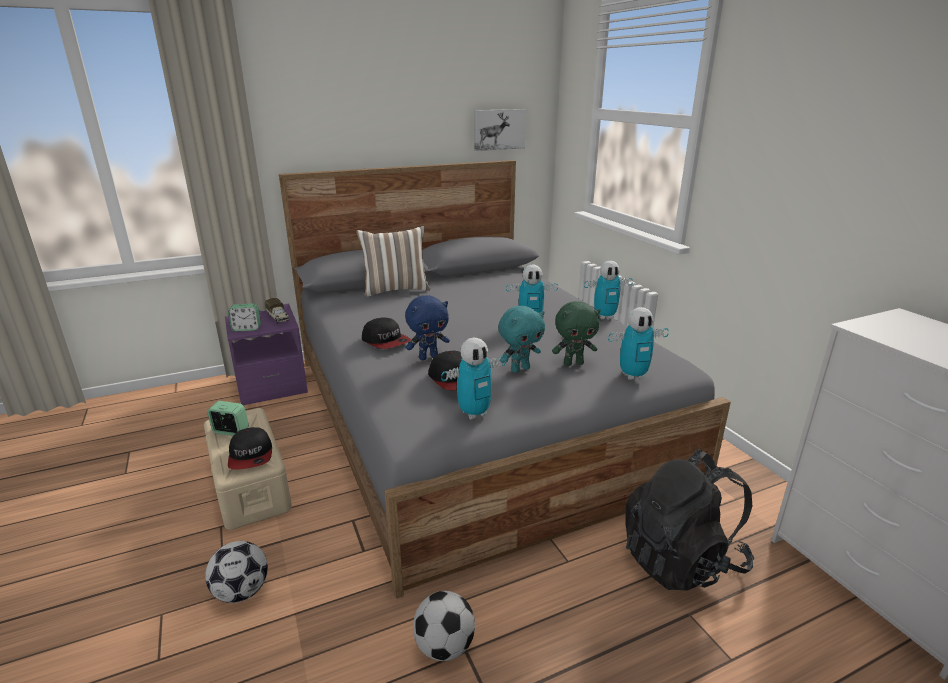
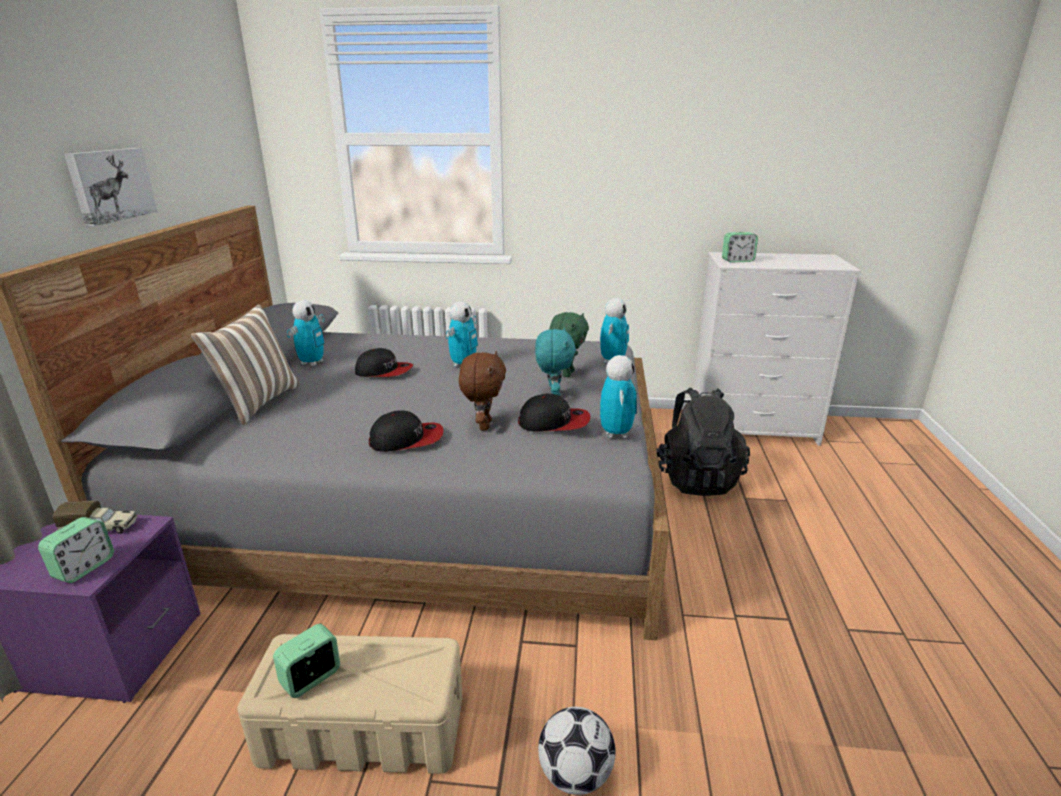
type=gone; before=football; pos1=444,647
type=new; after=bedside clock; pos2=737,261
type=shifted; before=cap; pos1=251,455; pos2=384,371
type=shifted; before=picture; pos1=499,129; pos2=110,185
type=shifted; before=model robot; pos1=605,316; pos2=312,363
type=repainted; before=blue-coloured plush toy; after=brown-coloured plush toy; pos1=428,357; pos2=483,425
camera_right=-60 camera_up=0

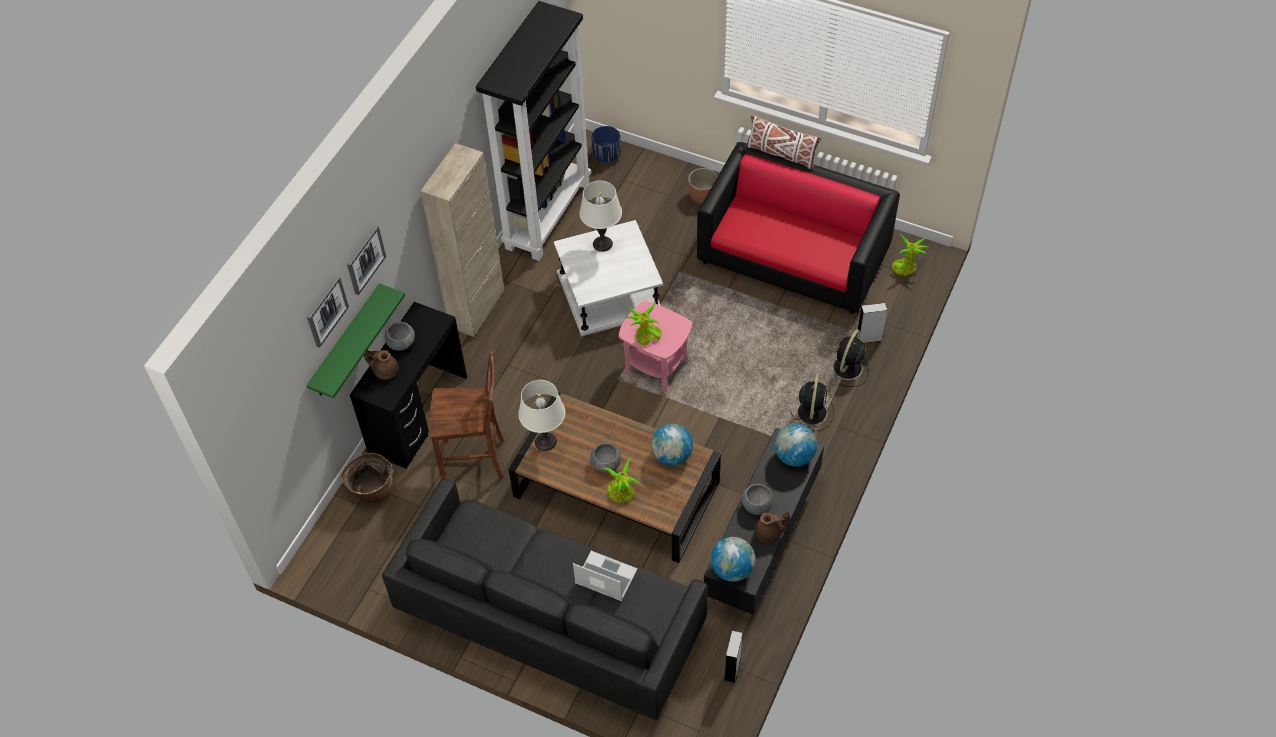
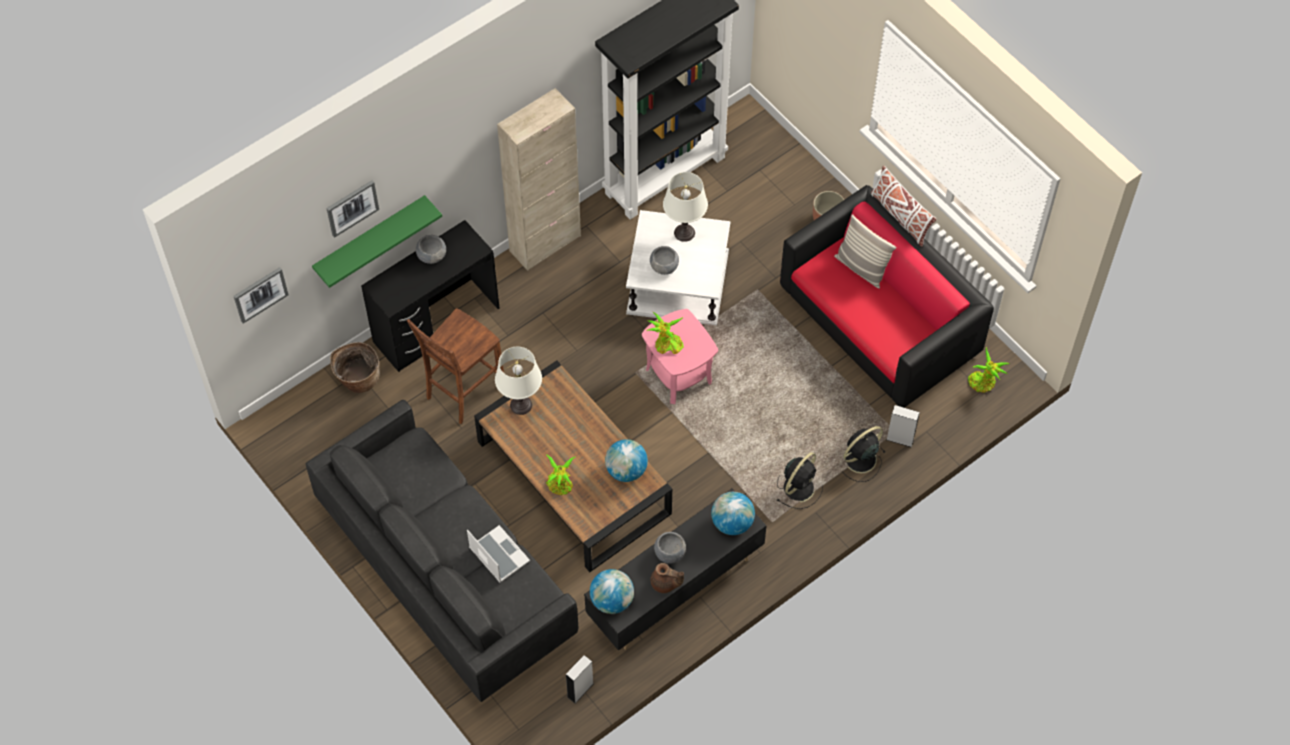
type=gone; before=brown-coloured tea pot; pos1=385,370
type=gone; before=blue-coloured plant pot; pos1=607,155
type=new; after=pillow; pos2=861,268
type=shifted; before=picture; pos1=365,259; pos2=260,294
type=shifted; before=grey serving bowl; pos1=606,463; pos2=664,266
type=rotated; before=brown-coloured plain chair; pos1=475,460; pos2=463,391; turn=105
camera_right=25 camera_up=5

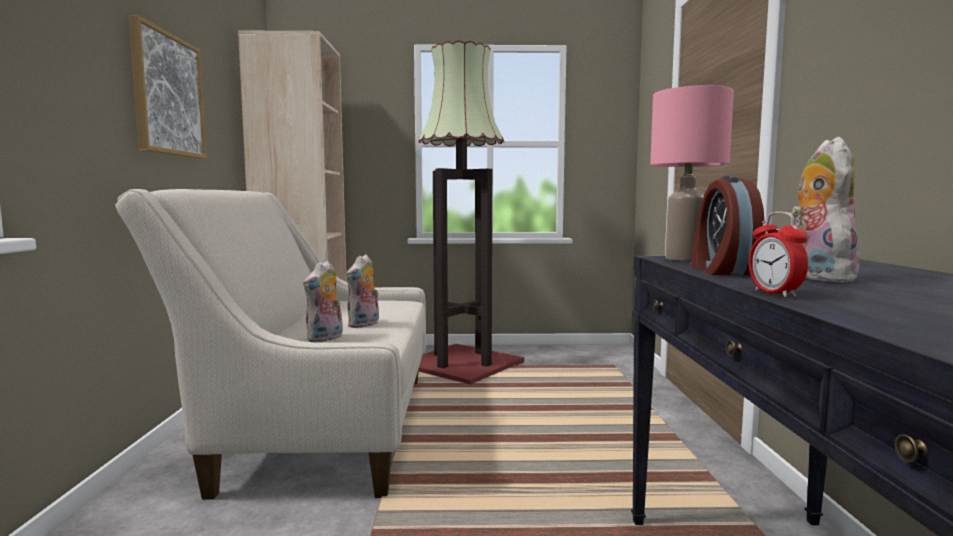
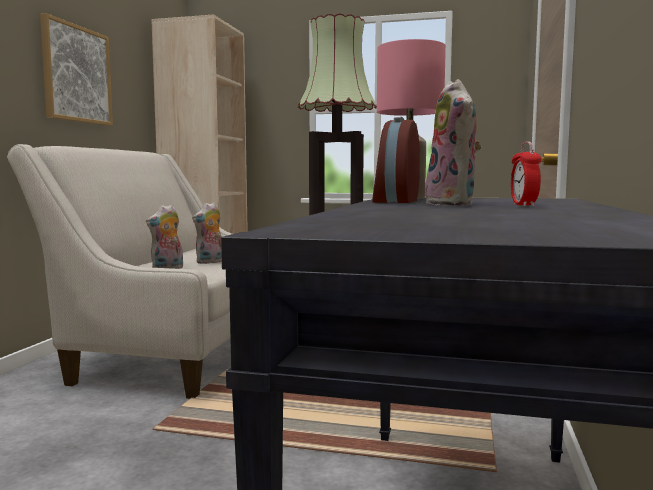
type=shifted; before=bedside clock; pos1=775,293; pos2=524,205
type=rotated; before=plush toy; pos1=816,277; pos2=454,204; turn=150
camera_right=15 camera_up=0

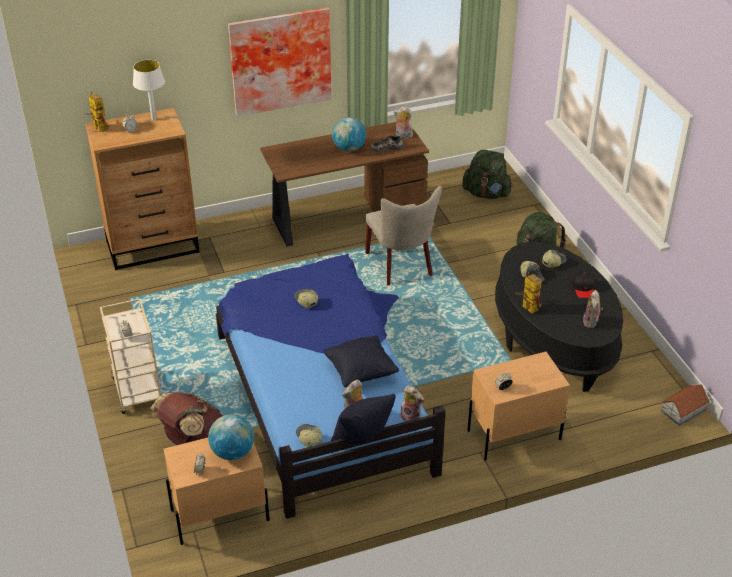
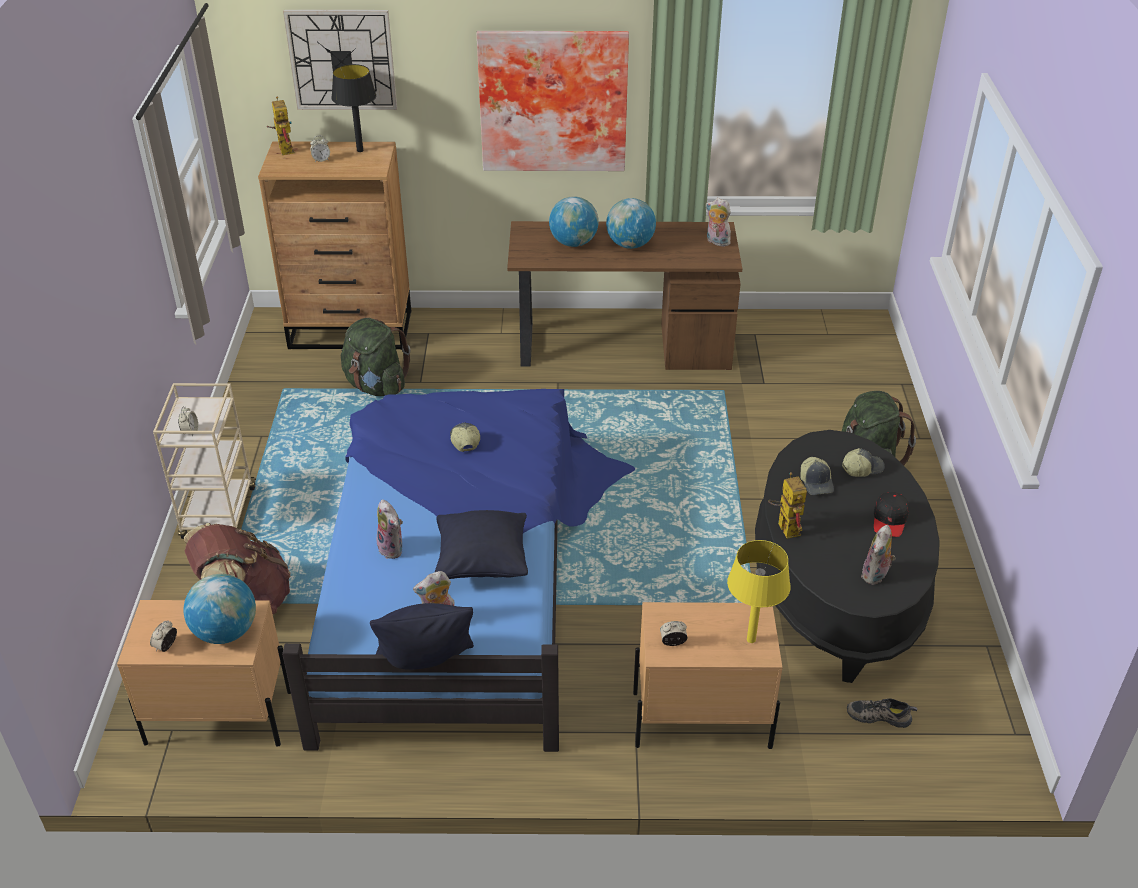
type=gone; before=cap; pos1=308,438
type=gone; before=sand-coloured plain chair; pos1=401,267
type=gone; before=toy house; pos1=682,410
type=new; after=clock on the wall; pos2=342,60
type=new; after=world globe; pos2=573,243
type=new; after=yellowish table lamp; pos2=751,640
type=shifted; before=item of footwear; pos1=387,147; pos2=879,715
type=shifted; before=plush toy; pos1=412,417; pos2=393,548
type=shifted; before=green rucksack; pos1=486,194; pos2=376,386
type=repainted; before=white table lamp; after=black-coloured table lamp; pos1=154,118; pos2=360,150
camera_right=20 camera_up=0

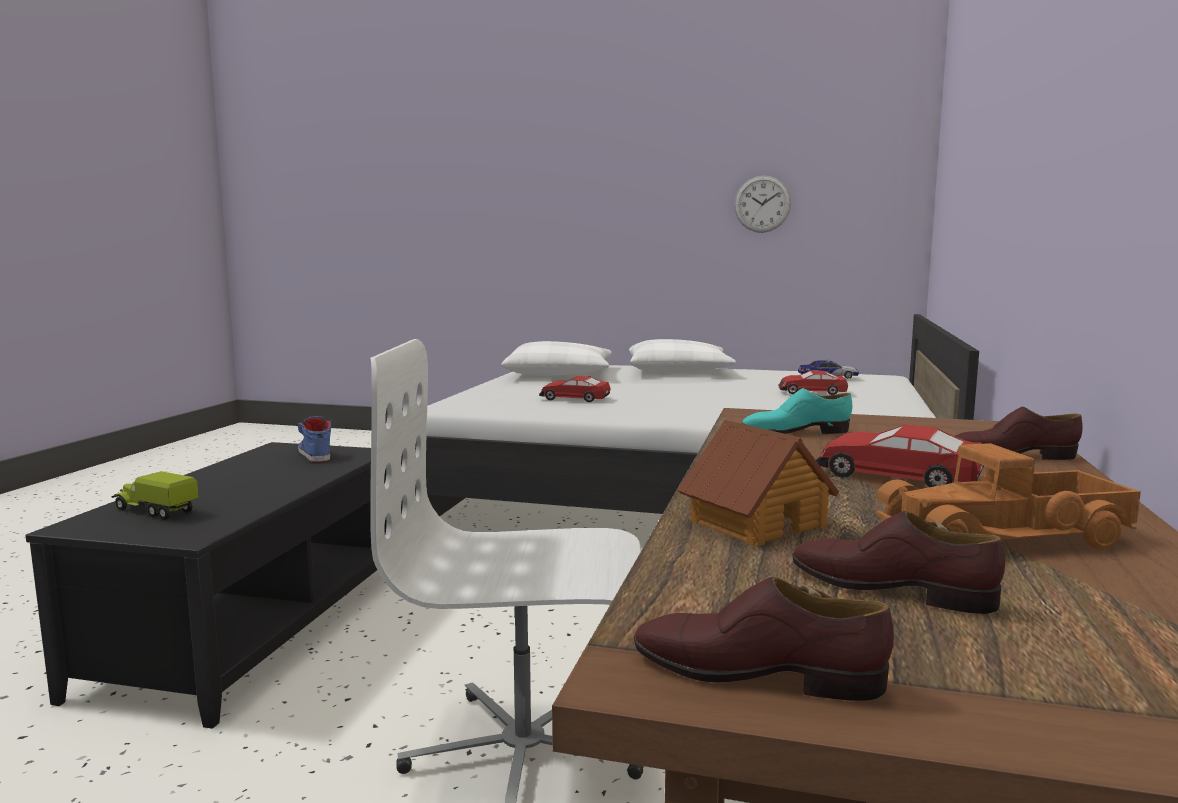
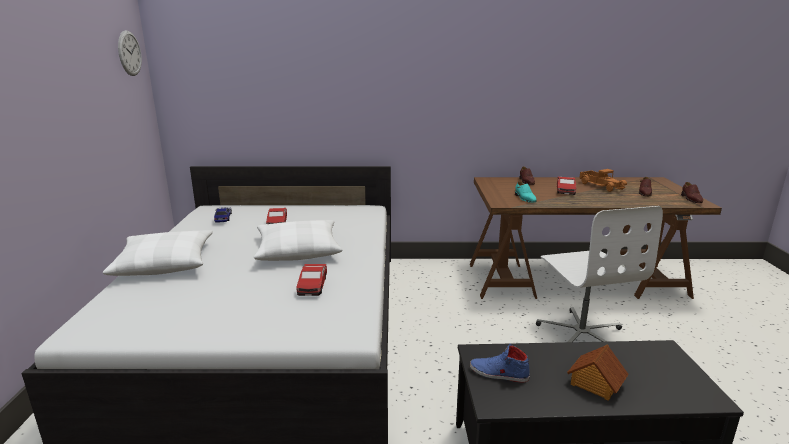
type=gone; before=toy lorry; pos1=155,511
type=shifted; before=white pillow; pos1=559,374; pos2=298,249
type=shifted; before=toy house; pos1=756,522; pos2=595,384
type=shifted; before=clock on the wall; pos1=762,204; pos2=129,53
type=rotated; before=blue-coloured item of footwear; pos1=314,454; pos2=498,373; turn=60
camera_right=-105 camera_up=10

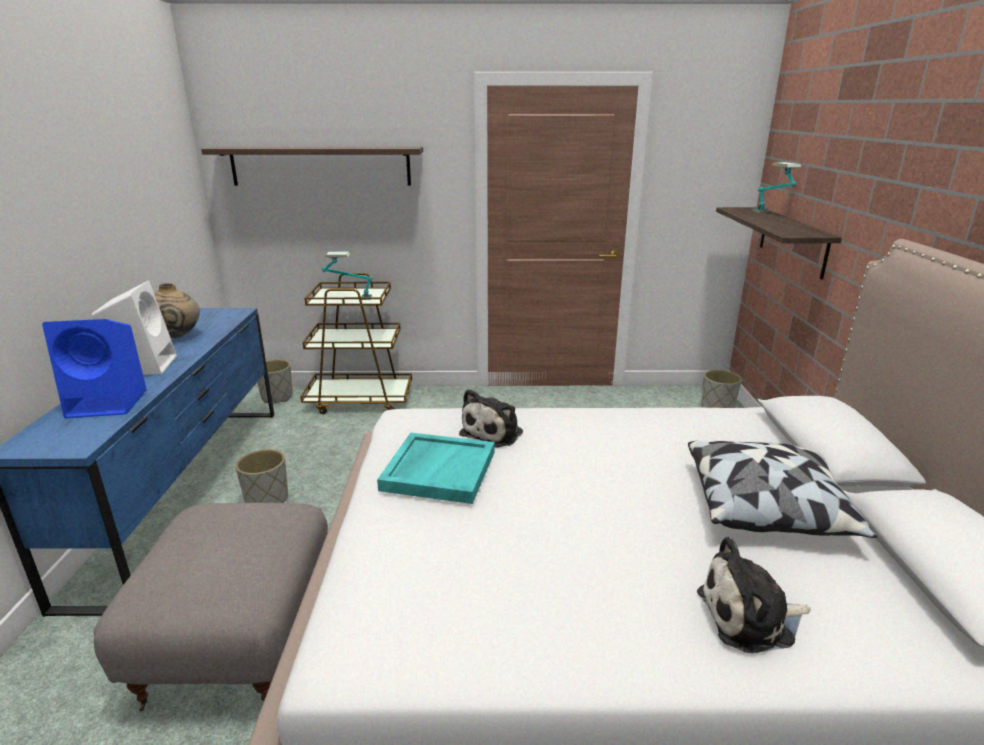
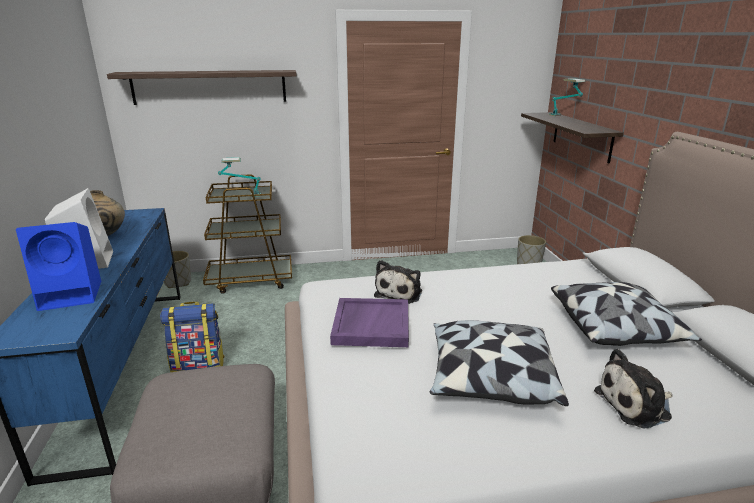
type=new; after=pillow; pos2=489,378
type=swapped; before=grey plant pot; after=rucksack; pos1=267,500; pos2=199,367
type=repainted; before=turquoise tray; after=purple tray; pos1=438,470; pos2=370,325
camera_right=-10 camera_up=0

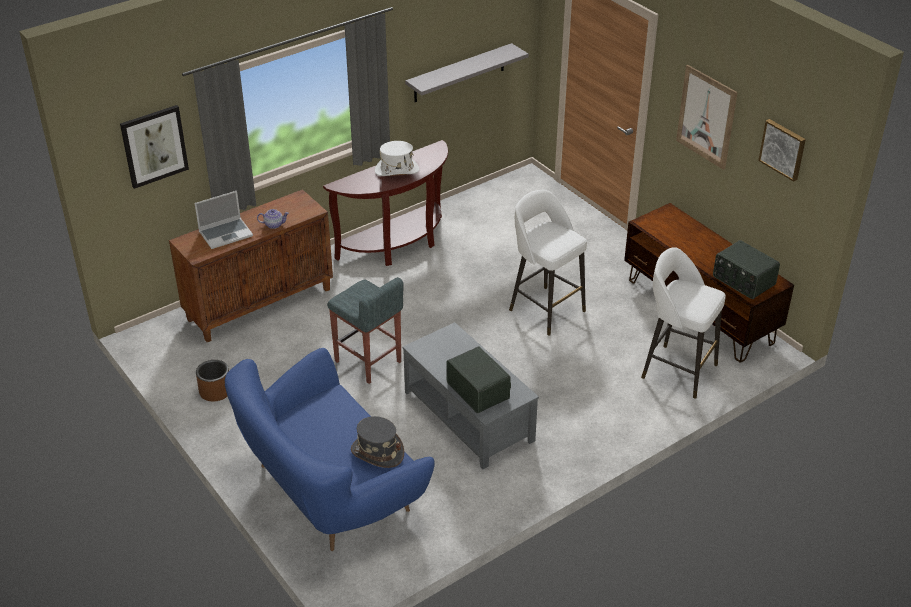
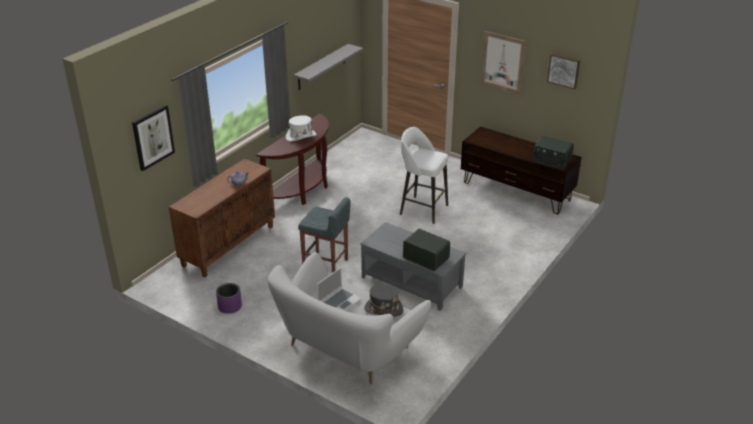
type=gone; before=white stool; pos1=677,370
type=shifted; before=laptop; pos1=226,233; pos2=339,303
type=repainted; before=brown-coloured plant pot; after=purple plant pot; pos1=215,391; pos2=229,306
type=repainted; before=blue-coloured settee; after=white settee; pos1=329,489; pos2=346,347
camera_right=-20 camera_up=-5

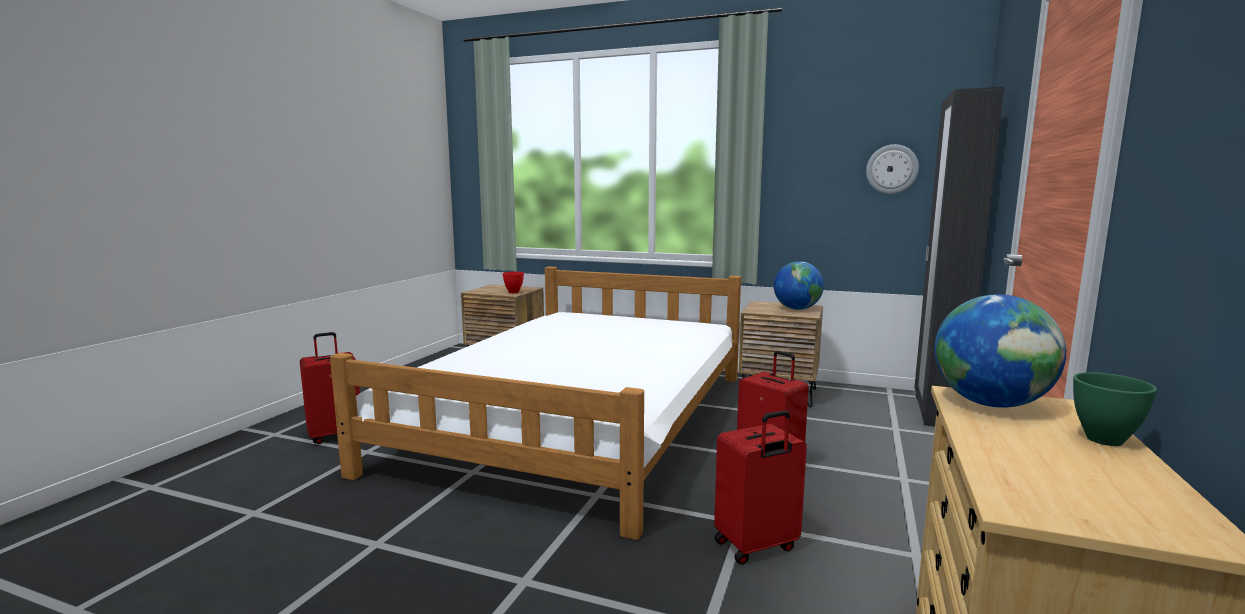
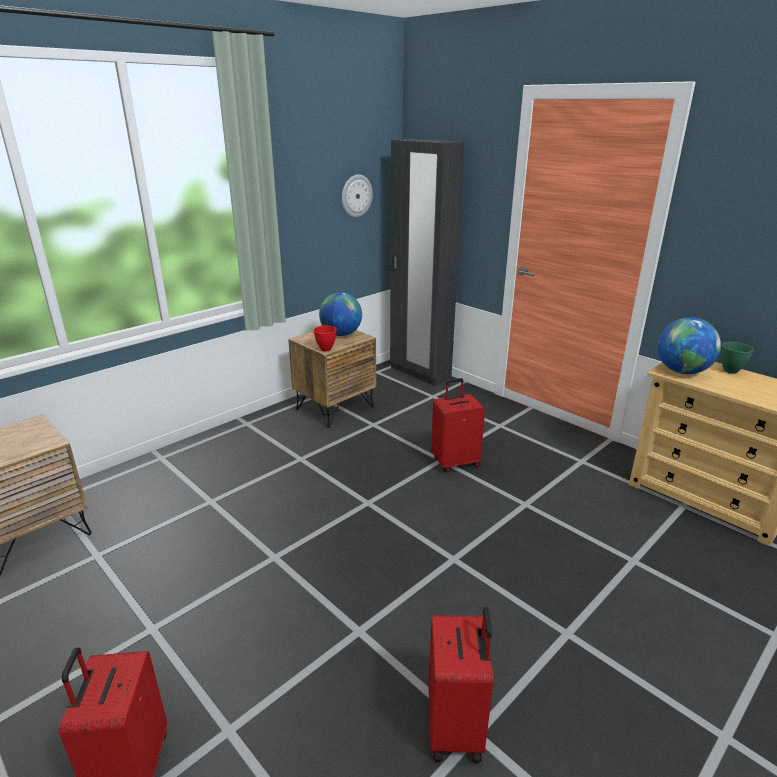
type=gone; before=white sleeping bed; pos1=579,419
type=shifted; before=red-coloured serving bowl; pos1=513,292; pos2=326,349
type=shifted; before=red-coloured travel case; pos1=756,546; pos2=456,728
camera_right=-65 camera_up=15

